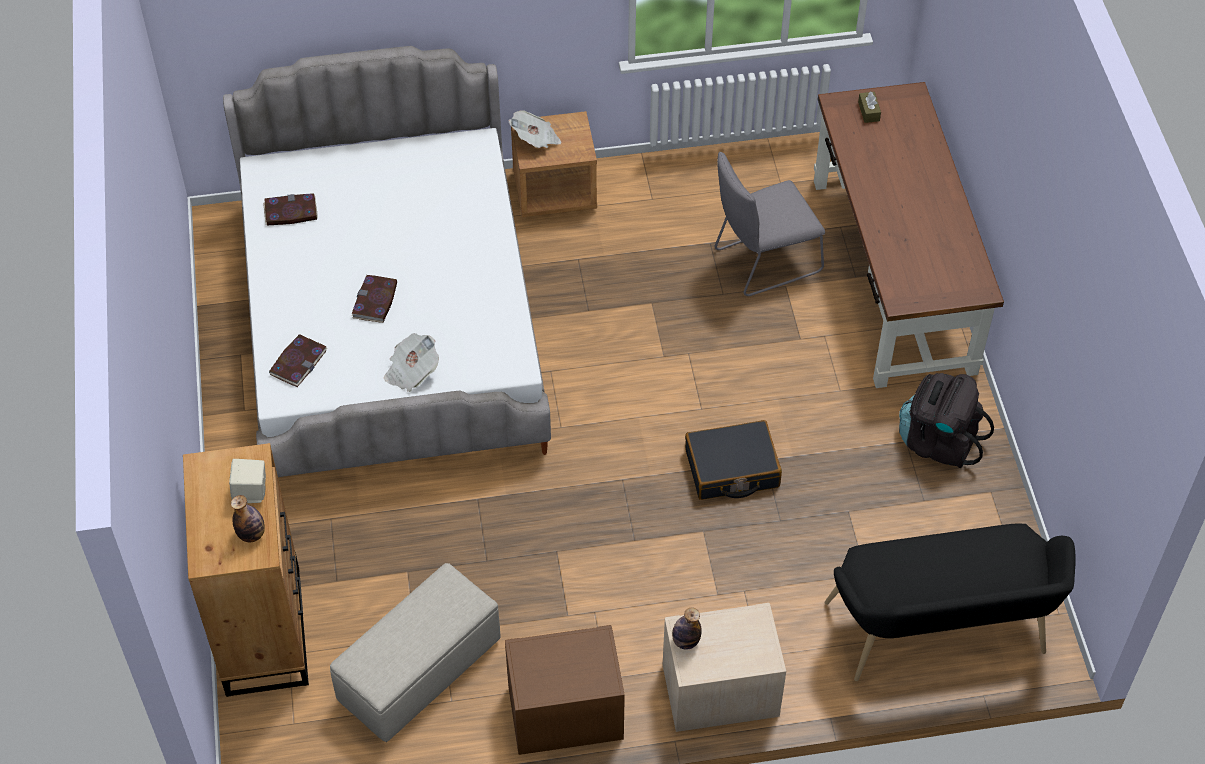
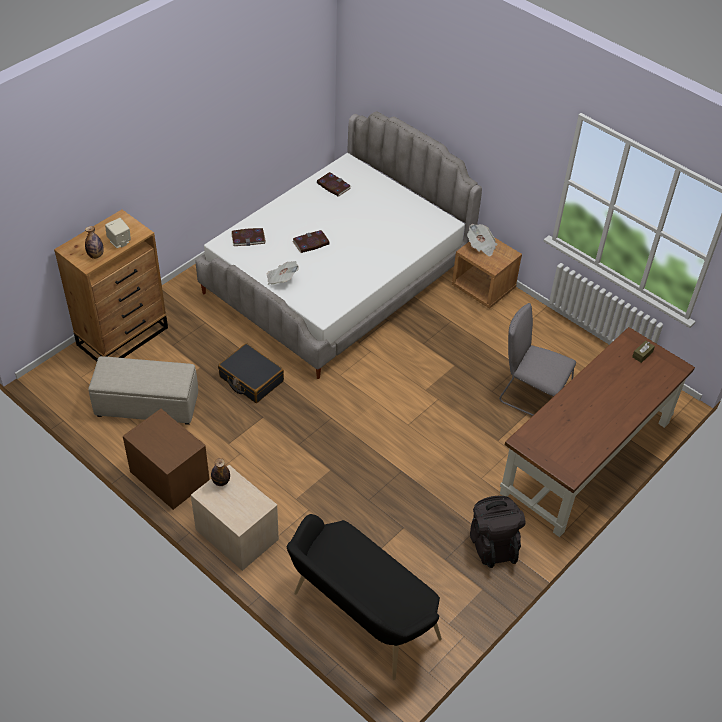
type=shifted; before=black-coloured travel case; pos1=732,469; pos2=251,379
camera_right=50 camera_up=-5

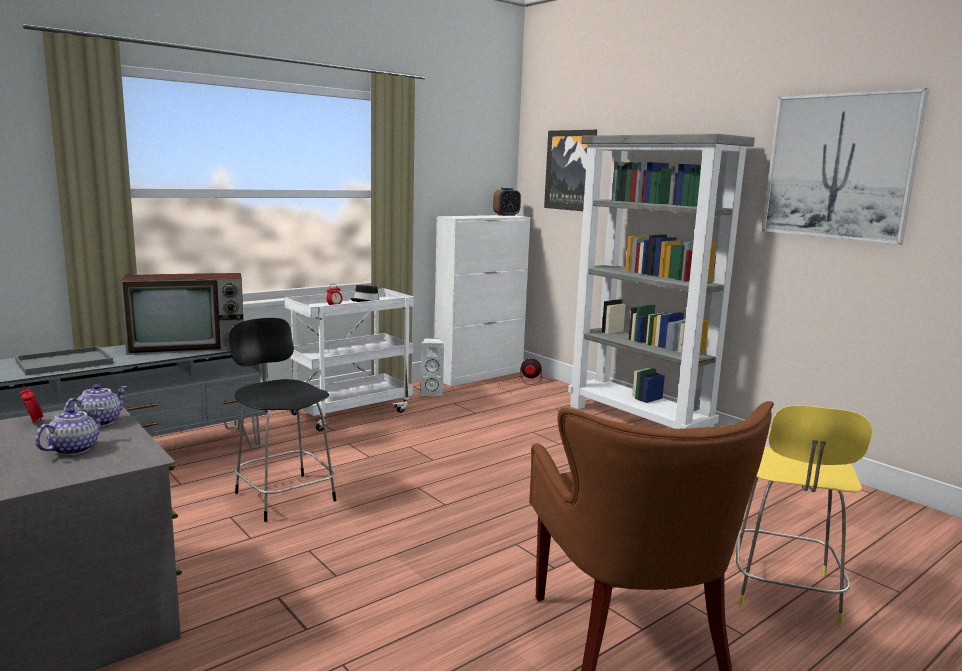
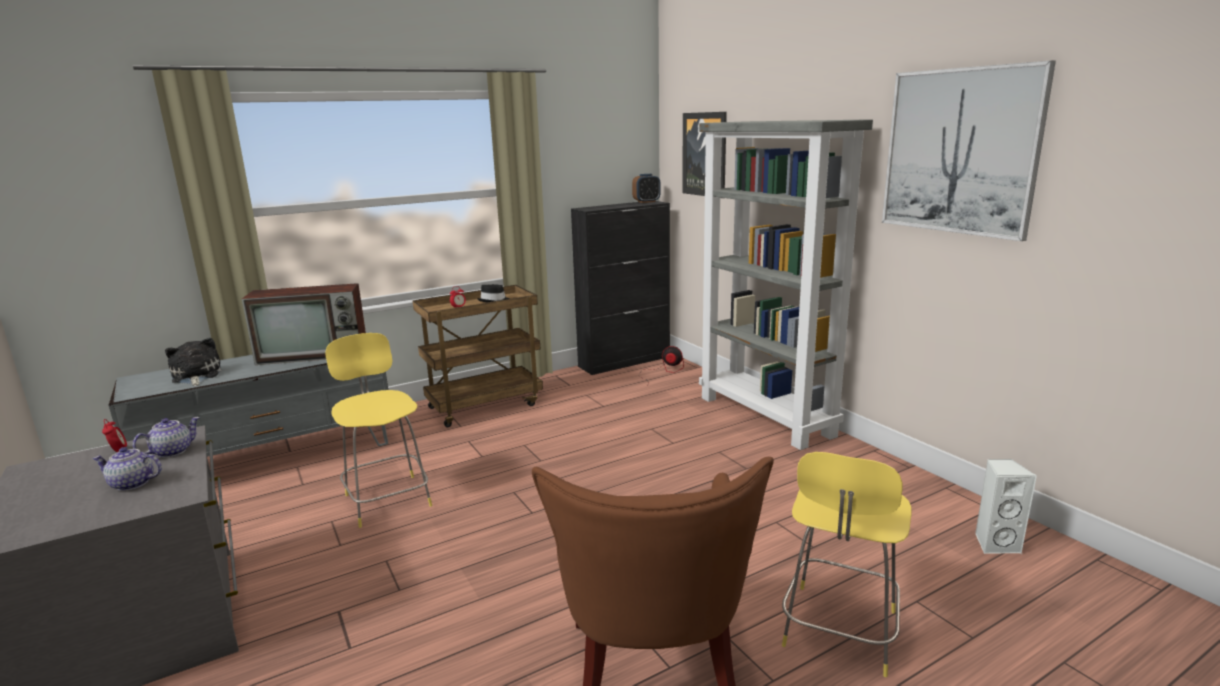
type=shifted; before=white audio speaker; pos1=431,392; pos2=995,544
type=swapped; before=grey tray; after=plush toy; pos1=62,363; pos2=195,376
type=repainted; before=black-coloured stool; after=yellowish stool; pos1=283,495; pos2=387,498
type=repainted; before=white cart; after=brown-coloured cart; pos1=351,412; pos2=485,405
type=repainted; before=white storage cabinet; after=black-coloured storage cabinet; pos1=479,375; pos2=625,361
type=rotated; before=tea pot; pos1=74,449; pos2=131,484; turn=-120
camera_right=10 camera_up=5

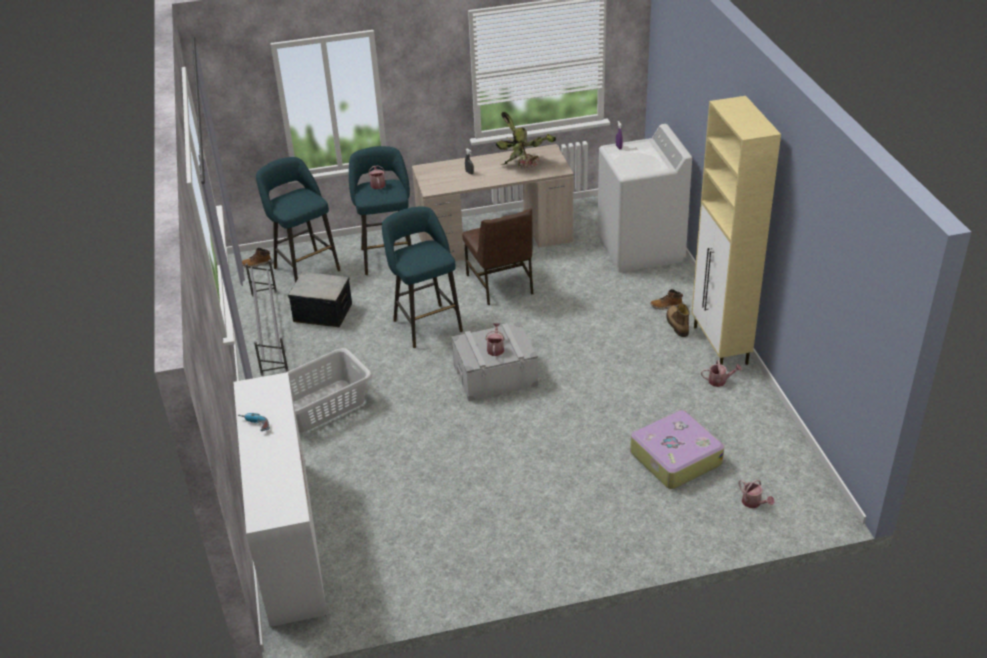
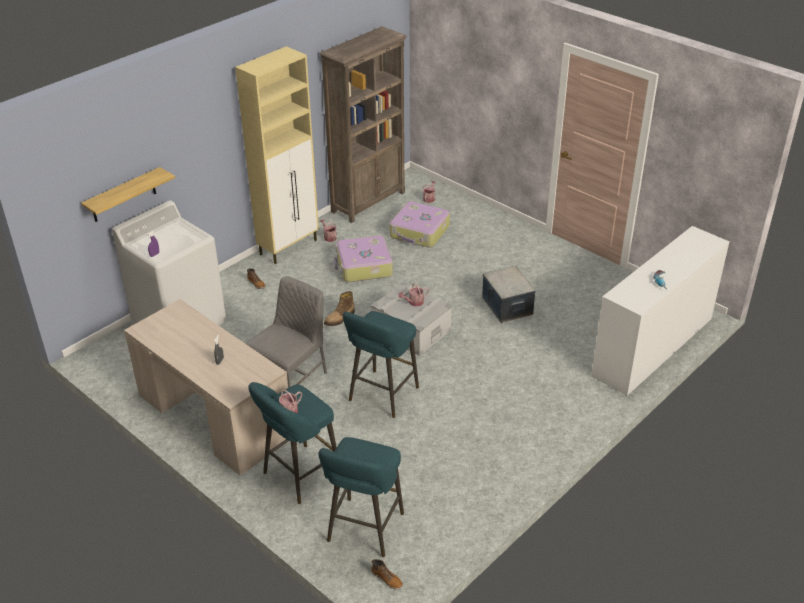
type=gone; before=grey shoe rack; pos1=269,331
type=gone; before=grey laundry basket; pos1=323,406
type=gone; before=potted plant; pos1=525,164
type=new; after=bracket shelf; pos2=123,195
type=new; after=brown-coloured bookcase; pos2=368,201
type=new; after=travel case; pos2=363,266
type=shifted; before=storage container; pos1=323,313; pos2=506,306
type=shifted; before=boot; pos1=676,324; pos2=340,319
type=repainted; before=brown-coloured plain chair; after=grey plain chair; pos1=501,285; pos2=291,378
camera_right=-125 camera_up=0

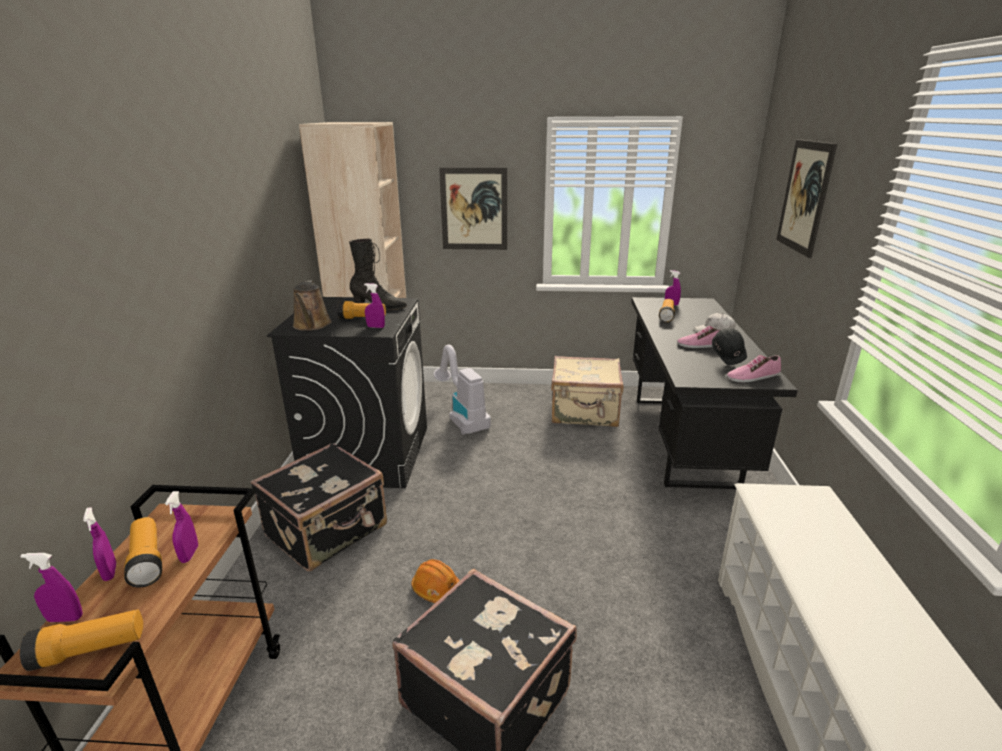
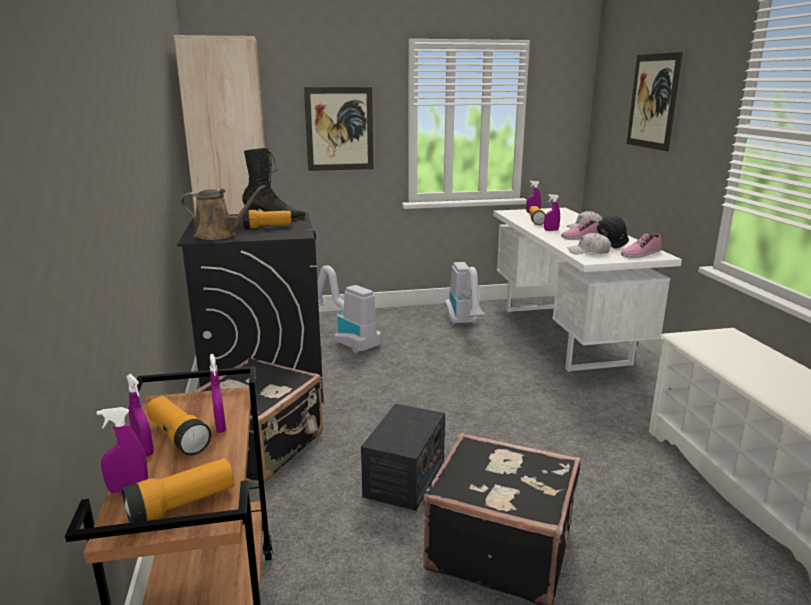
type=new; after=white cap; pos2=588,252
type=shifted; before=purple hand sprayer; pos1=376,327; pos2=551,230
type=swapped; before=orange work helmet; after=radio receiver; pos1=437,590; pos2=404,478
type=swapped; before=sand-coloured travel case; after=vacuum; pos1=585,413; pos2=464,324
type=repainted; before=black-coloured desk; after=white desk; pos1=683,440; pos2=564,335
type=rotated; before=brown-coloured sprinkling can; pos1=311,325; pos2=219,235; turn=-60
camera_right=-15 camera_up=-5

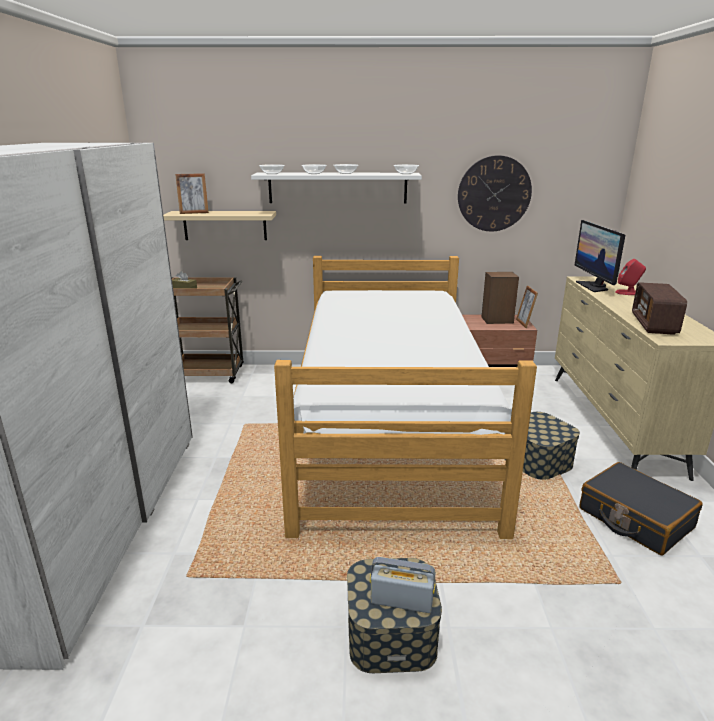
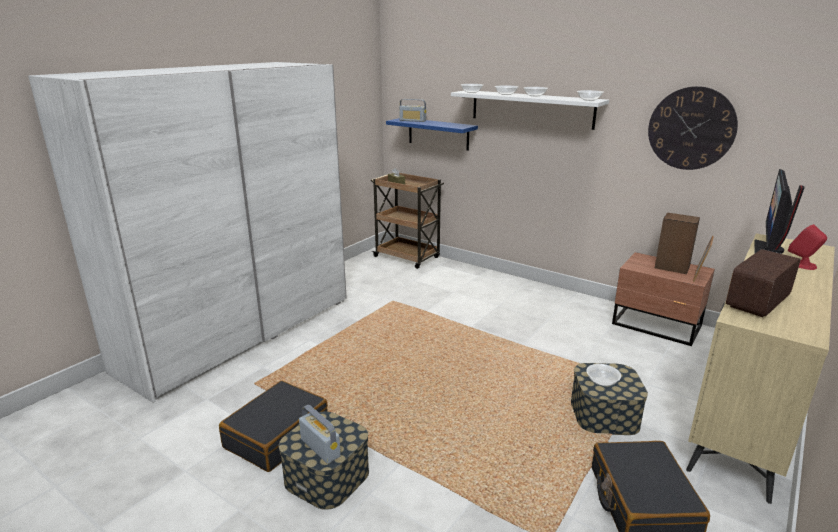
type=gone; before=sleeping bed; pos1=390,429
type=new; after=black-coloured travel case; pos2=276,435
type=new; after=serving bowl; pos2=602,381
type=swapped; before=picture frame; after=radio receiver; pos1=194,213; pos2=412,120
type=repainted; before=sand-coloured bracket shelf; after=blue-coloured bracket shelf; pos1=225,225; pos2=438,134
camera_right=35 camera_up=0

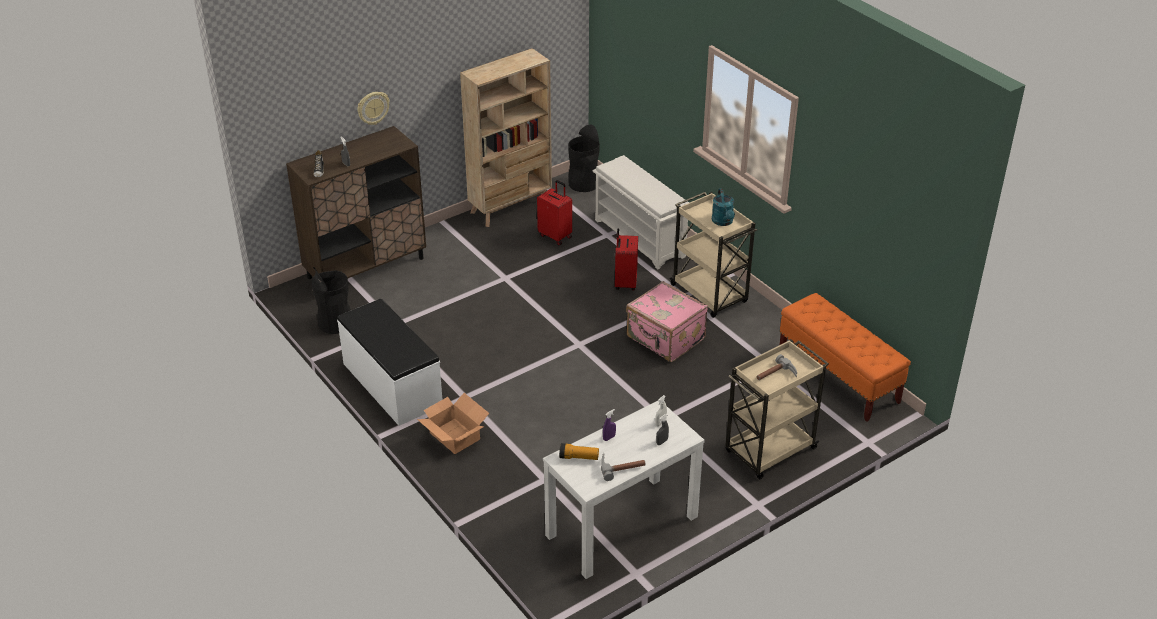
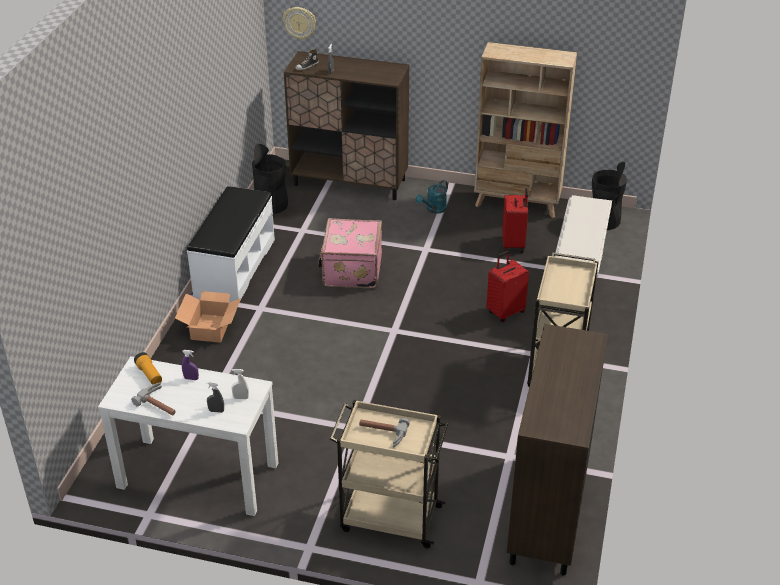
type=shifted; before=clock on the wall; pos1=373,108; pos2=299,22
type=shifted; before=pink travel case; pos1=665,339; pos2=351,270
type=shifted; before=turquoise sprinkling can; pos1=723,222; pos2=434,209
type=swapped; before=orange indoor bench; after=brown-coloured storage cabinet; pos1=838,378; pos2=548,513
camera_right=50 camera_up=0

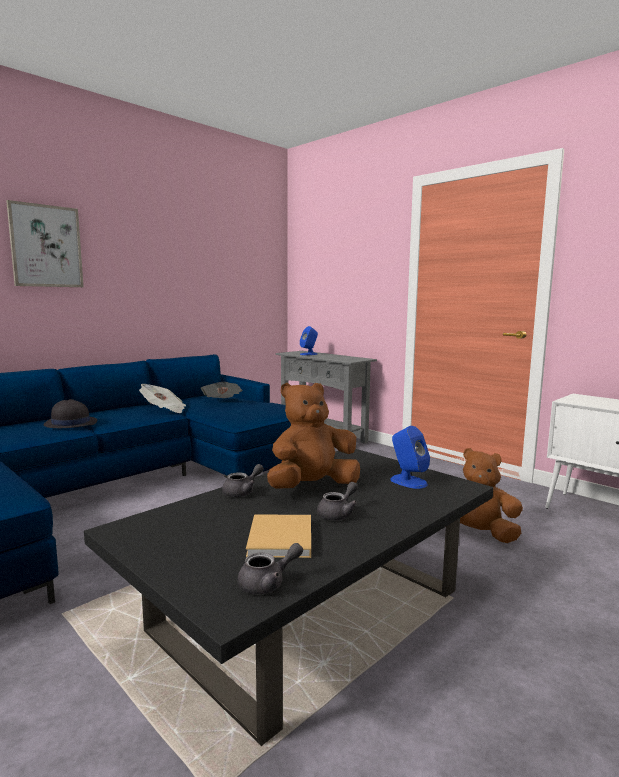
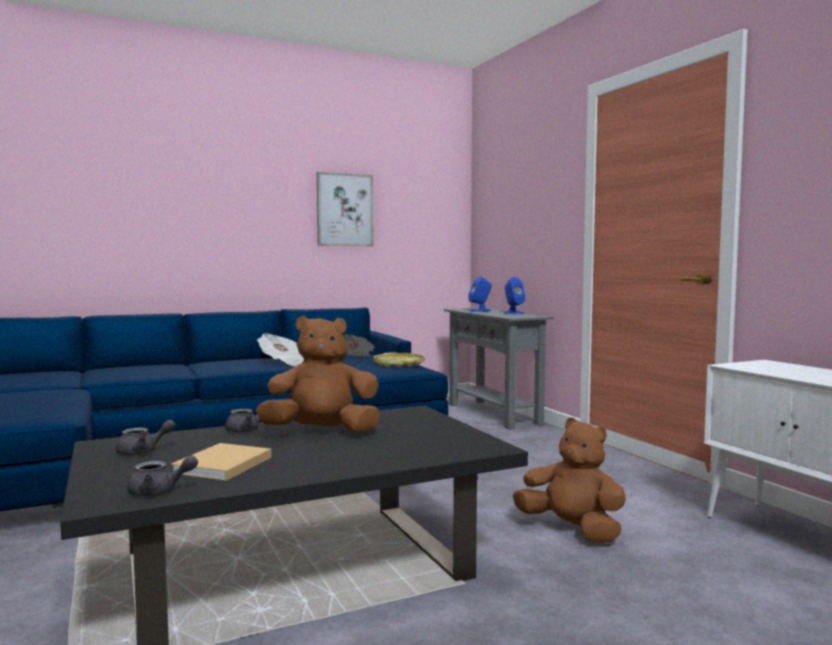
type=gone; before=black-coloured clothing hat; pos1=70,423
type=new; after=yellowish tray; pos2=399,364
type=shifted; before=picture; pos1=46,246; pos2=345,210
type=shifted; before=grey tea pot; pos1=338,514; pos2=143,451
type=shifted; before=blue-coloured audio speaker; pos1=408,481; pos2=513,313
camera_right=20 camera_up=-5

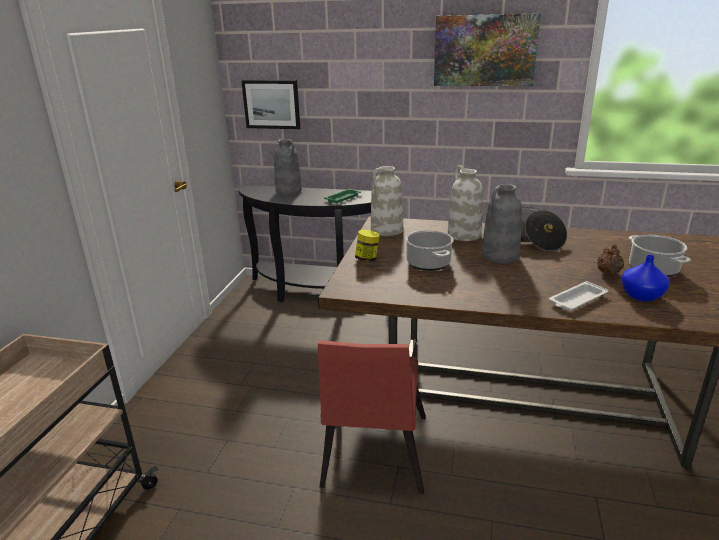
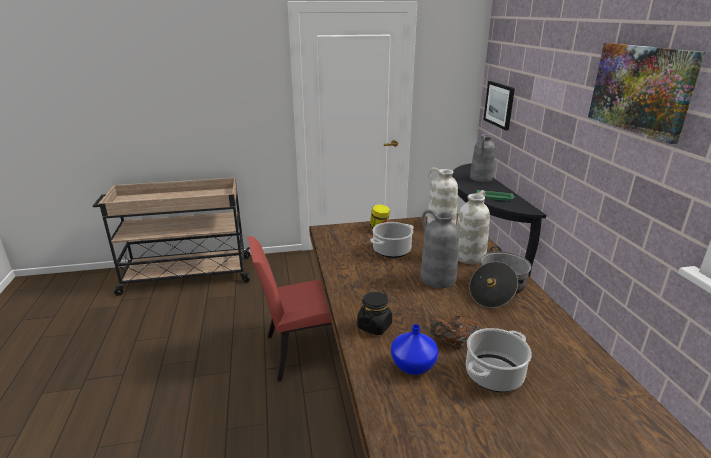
type=swapped; before=white tray; after=black-coloured jar; pos1=577,300; pos2=374,326
camera_right=65 camera_up=0

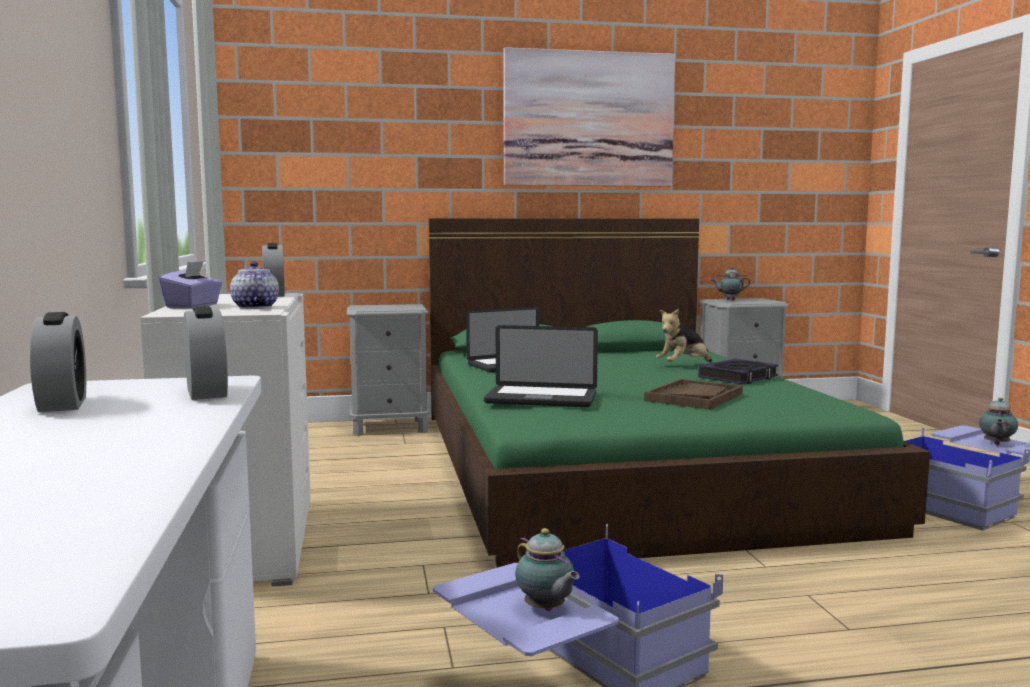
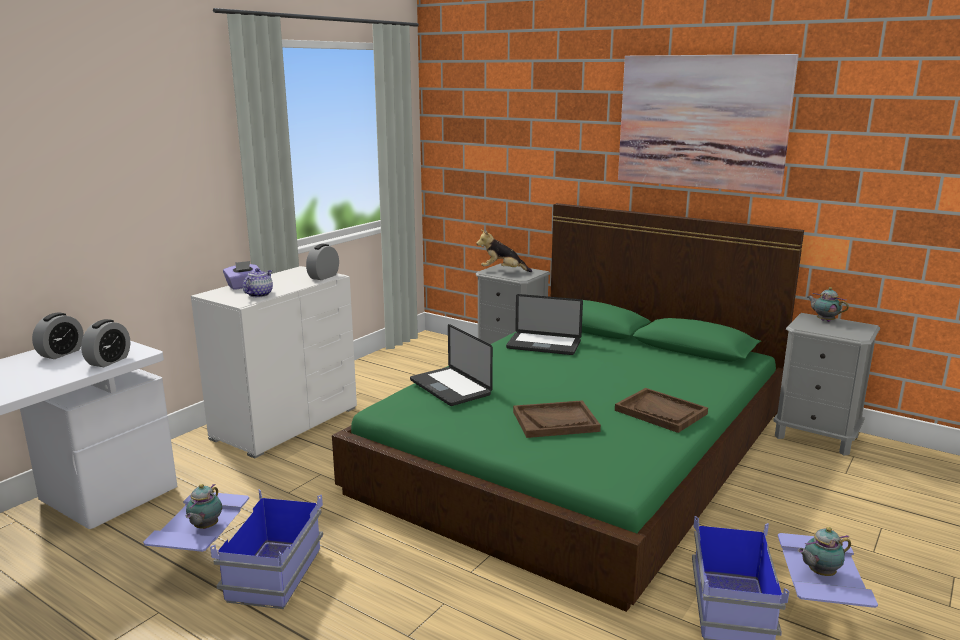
type=shifted; before=plush toy; pos1=683,365; pos2=502,271
type=swapped; before=book; after=brown-coloured tray; pos1=738,377; pos2=661,412
camera_right=45 camera_up=10

